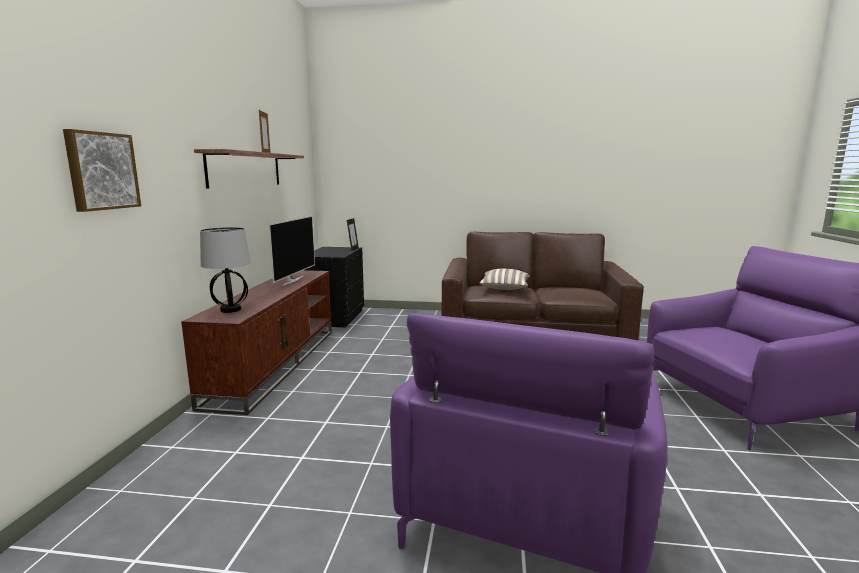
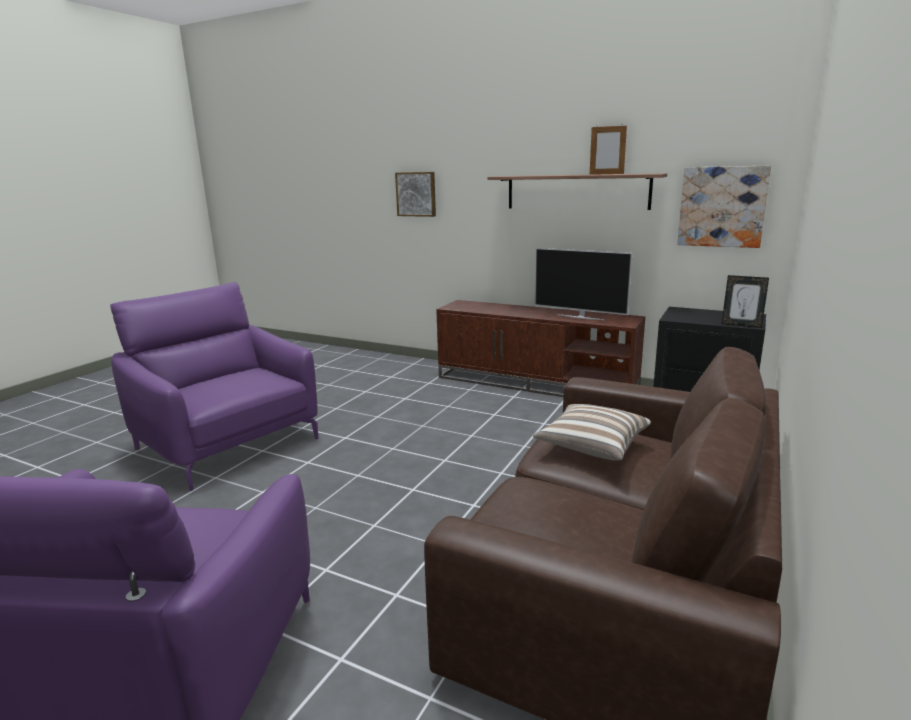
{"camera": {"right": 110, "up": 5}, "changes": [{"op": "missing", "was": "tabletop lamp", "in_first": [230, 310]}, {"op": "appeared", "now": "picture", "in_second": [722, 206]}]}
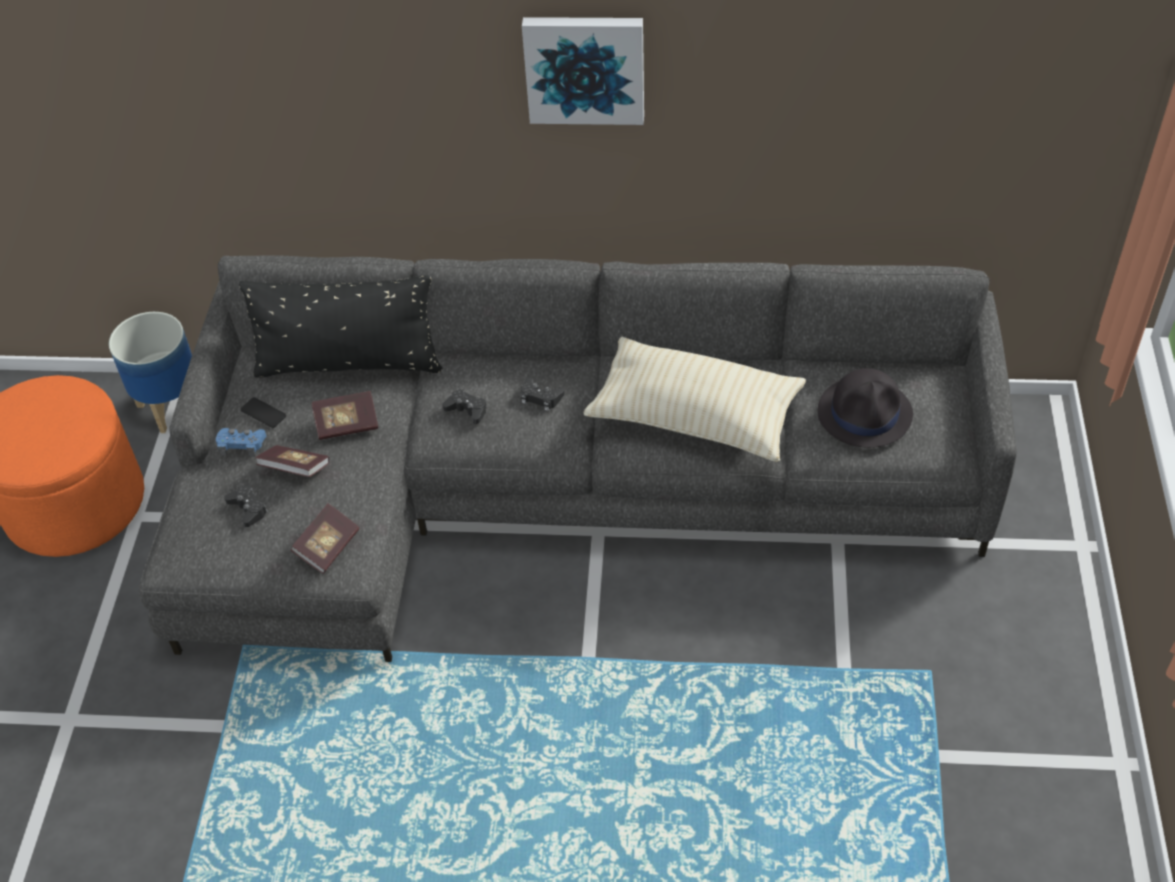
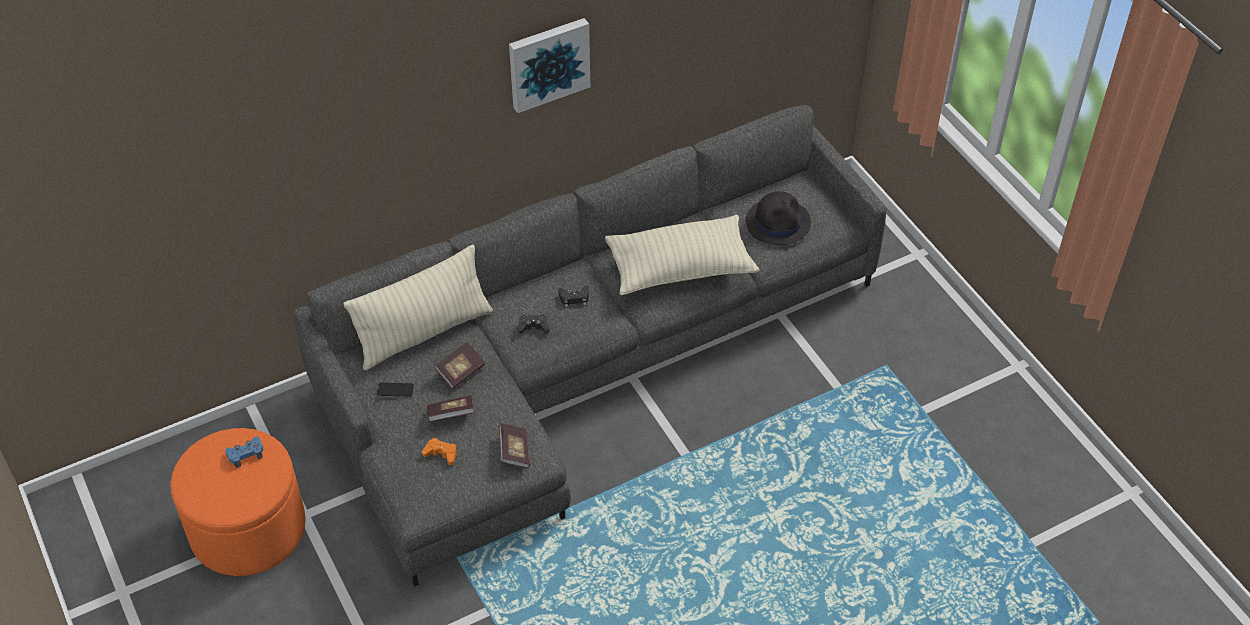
{"camera": {"right": -35, "up": 0}, "changes": [{"op": "missing", "was": "plant pot", "in_first": [172, 406]}, {"op": "relocated", "was": "blue joypad", "in_first": [242, 444], "in_second": [246, 454]}, {"op": "colour", "was": "black-coloured joypad", "now": "orange-coloured joypad", "in_first": [248, 509], "in_second": [441, 453]}, {"op": "colour", "was": "black-coloured throw pillow", "now": "sand-coloured throw pillow", "in_first": [349, 364], "in_second": [424, 333]}]}
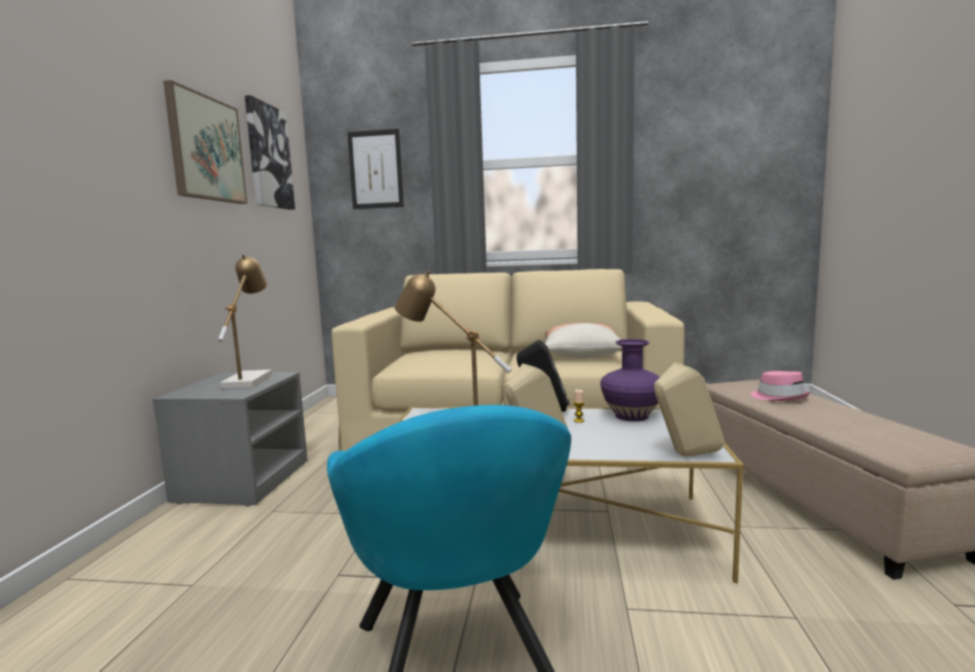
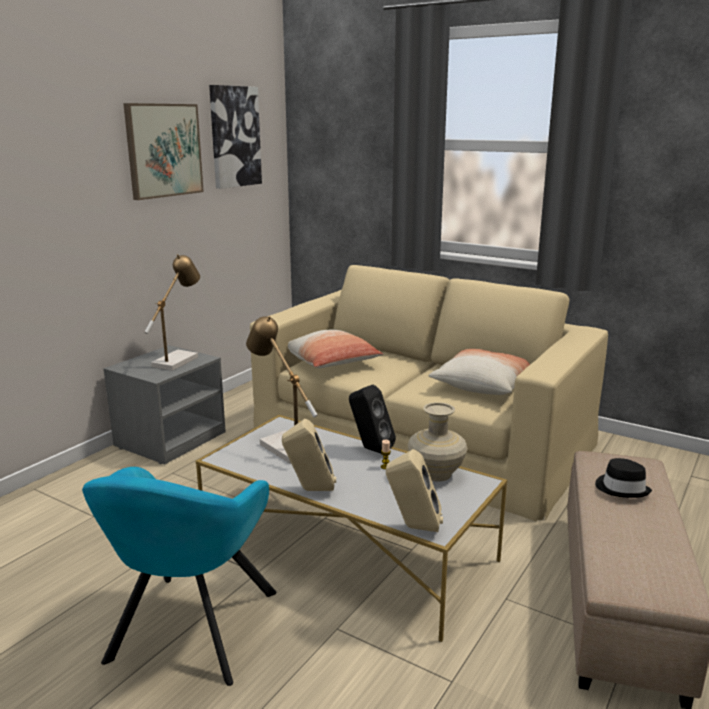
{"camera": {"right": 25, "up": 10}, "changes": [{"op": "missing", "was": "picture", "in_first": [375, 169]}, {"op": "colour", "was": "purple-coloured decorative vase", "now": "sand-coloured decorative vase", "in_first": [631, 415], "in_second": [436, 473]}, {"op": "colour", "was": "pink-coloured wearable hat", "now": "black-coloured wearable hat", "in_first": [779, 397], "in_second": [622, 488]}, {"op": "appeared", "now": "throw pillow", "in_second": [332, 363]}]}
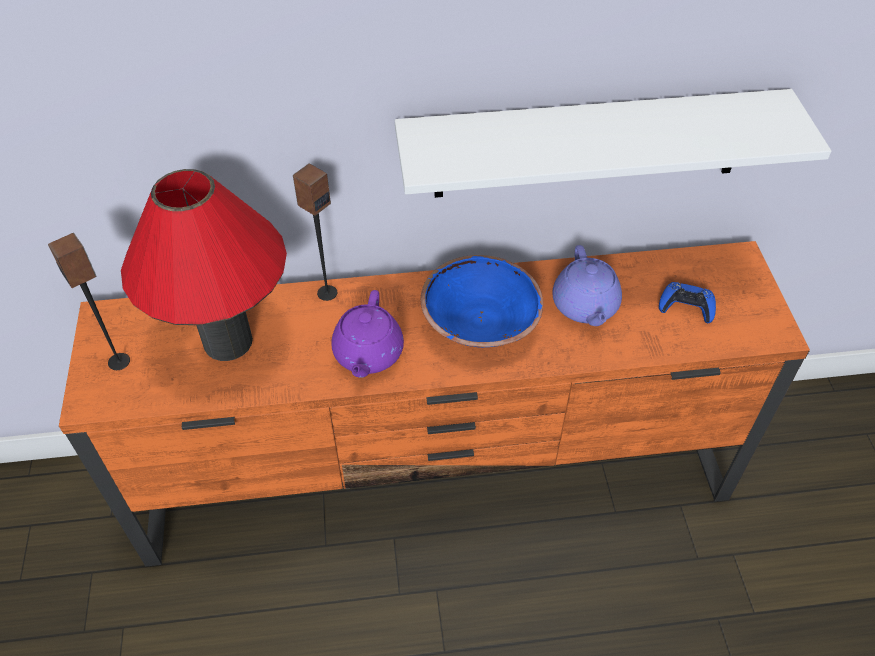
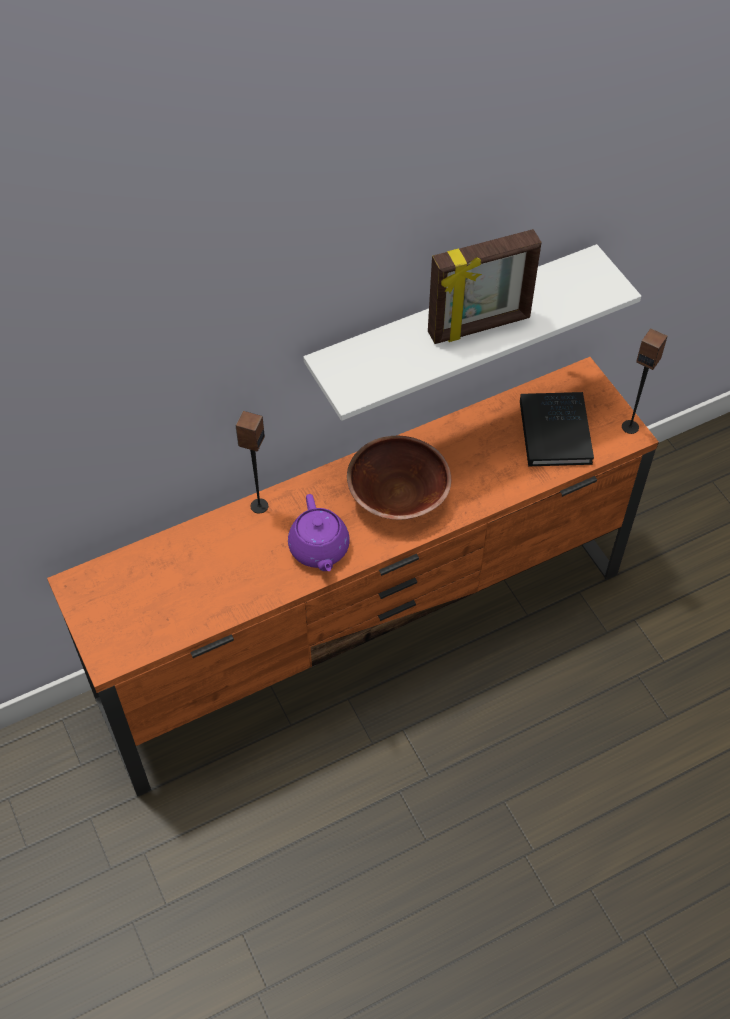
{"camera": {"right": -20, "up": 5}, "changes": [{"op": "relocated", "was": "speaker", "in_first": [119, 361], "in_second": [630, 426]}, {"op": "missing", "was": "red tabletop lamp", "in_first": [228, 341]}, {"op": "colour", "was": "blue serving bowl", "now": "brownish serving bowl", "in_first": [479, 323], "in_second": [397, 495]}, {"op": "missing", "was": "purple-coloured teapot", "in_first": [585, 306]}, {"op": "exchanged", "was": "blue joypad", "now": "black-coloured bound book", "in_first": [686, 306], "in_second": [555, 432]}, {"op": "appeared", "now": "picture frame", "in_second": [479, 327]}]}
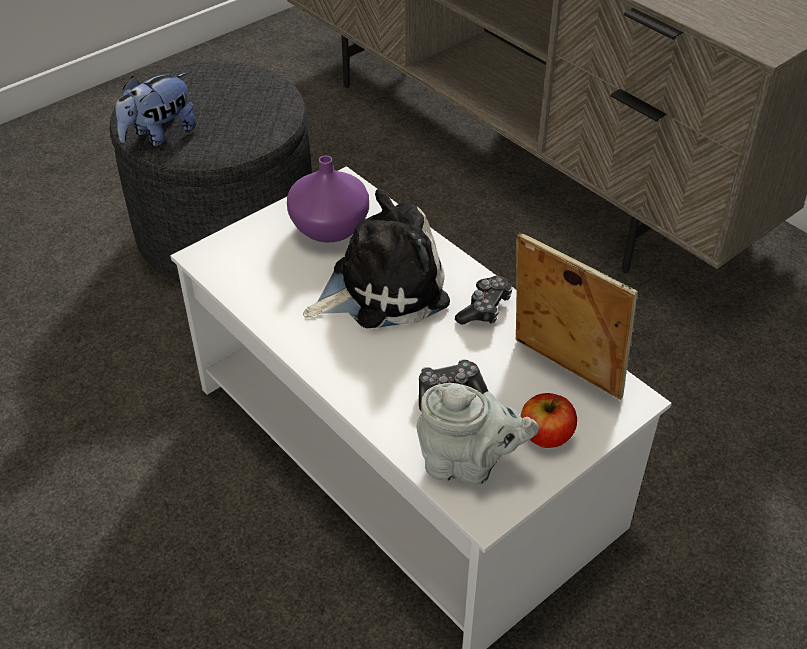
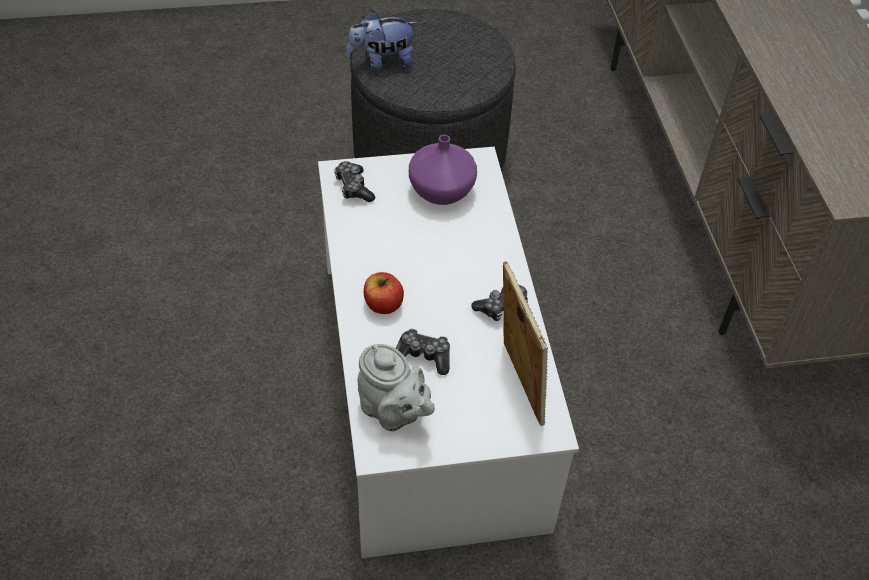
{"camera": {"right": 30, "up": 5}, "changes": [{"op": "missing", "was": "plush toy", "in_first": [381, 288]}, {"op": "relocated", "was": "apple fruit", "in_first": [546, 435], "in_second": [383, 304]}, {"op": "appeared", "now": "joypad", "in_second": [353, 187]}]}
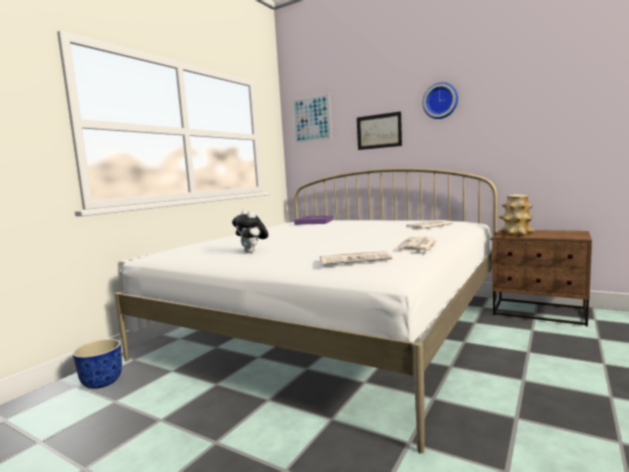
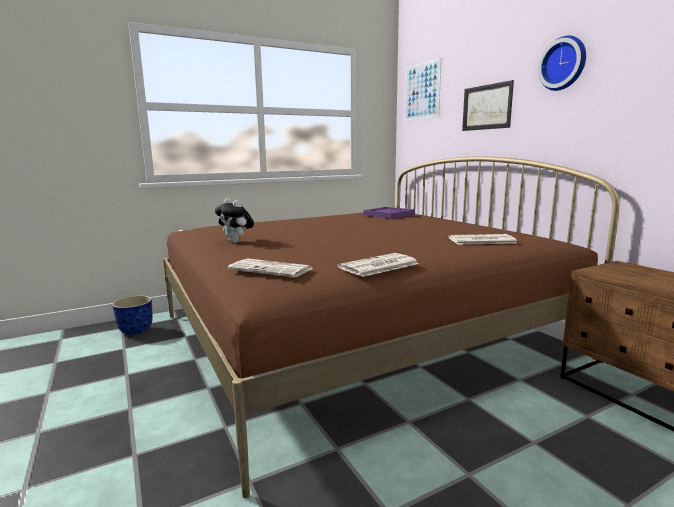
{"camera": {"right": 30, "up": 5}, "changes": [{"op": "colour", "was": "white sleeping bed", "now": "brownish sleeping bed", "in_first": [333, 326], "in_second": [357, 335]}, {"op": "spun", "was": "plush toy", "in_first": [252, 252], "in_second": [236, 242], "clockwise": -45}, {"op": "missing", "was": "decorative vase", "in_first": [516, 235]}]}
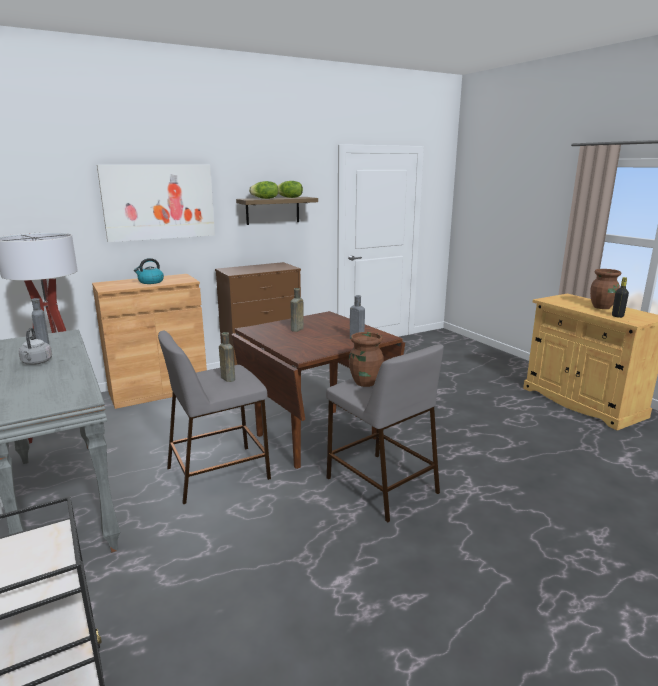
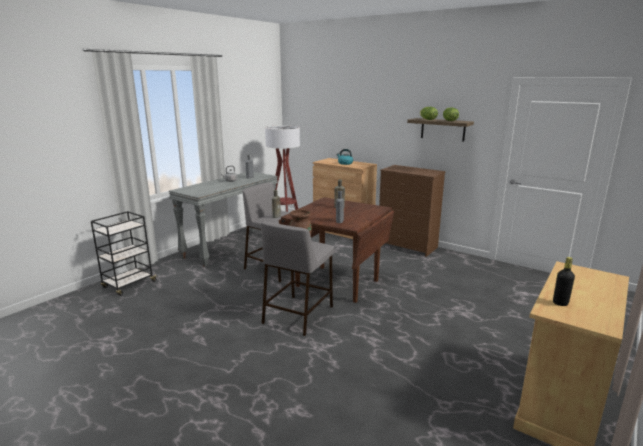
{"camera": {"right": 65, "up": 0}, "changes": [{"op": "missing", "was": "picture", "in_first": [159, 202]}, {"op": "missing", "was": "brownish decorative vase", "in_first": [602, 307]}]}
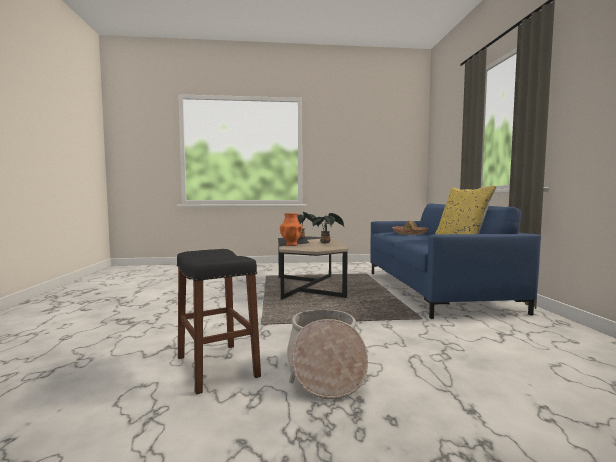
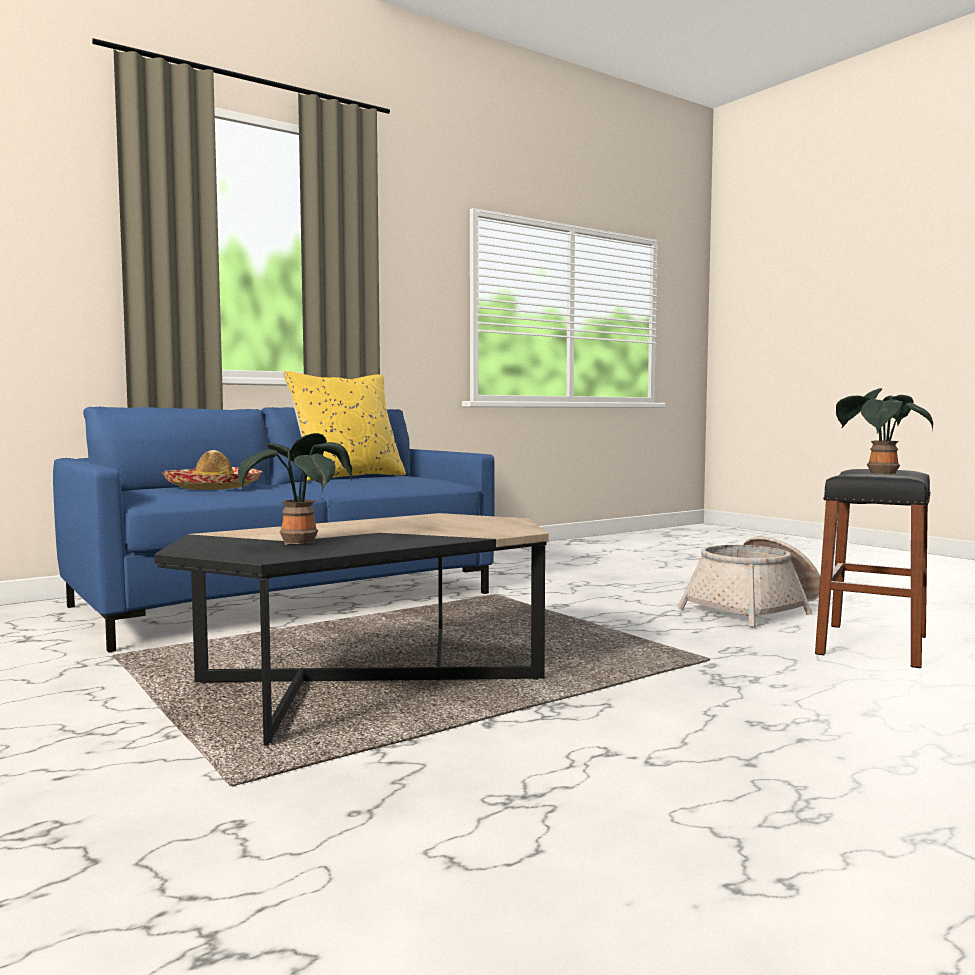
{"camera": {"right": -120, "up": 0}, "changes": [{"op": "missing", "was": "orange-coloured decorative vase", "in_first": [291, 245]}, {"op": "relocated", "was": "potted plant", "in_first": [326, 243], "in_second": [879, 474]}]}
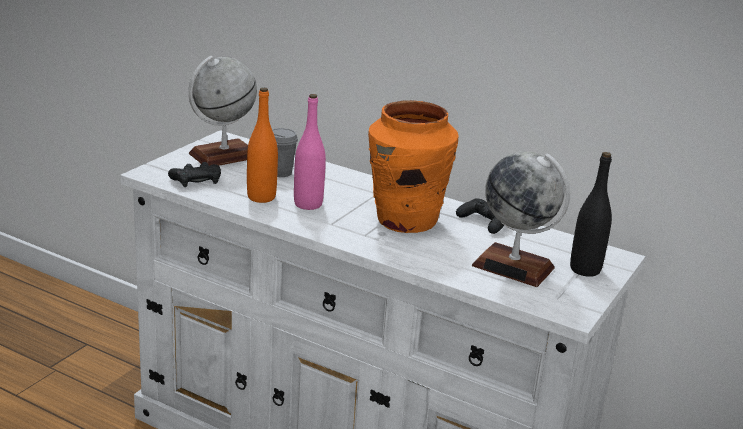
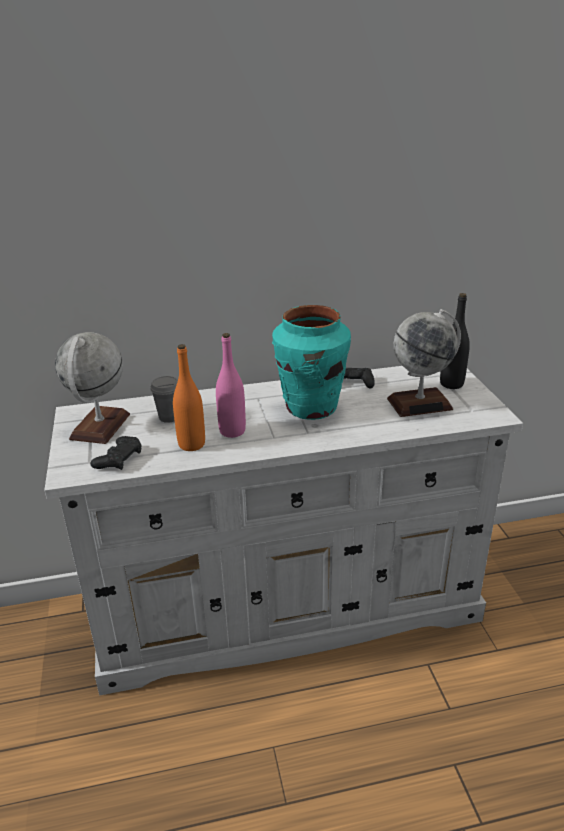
{"camera": {"right": -40, "up": 5}, "changes": [{"op": "colour", "was": "orange-coloured decorative vase", "now": "turquoise decorative vase", "in_first": [405, 221], "in_second": [311, 408]}]}
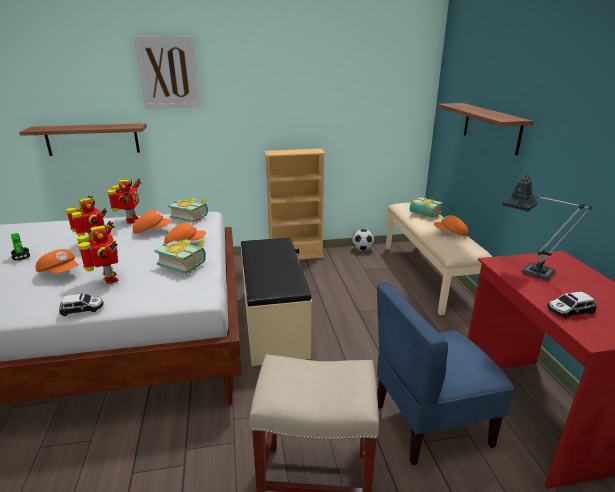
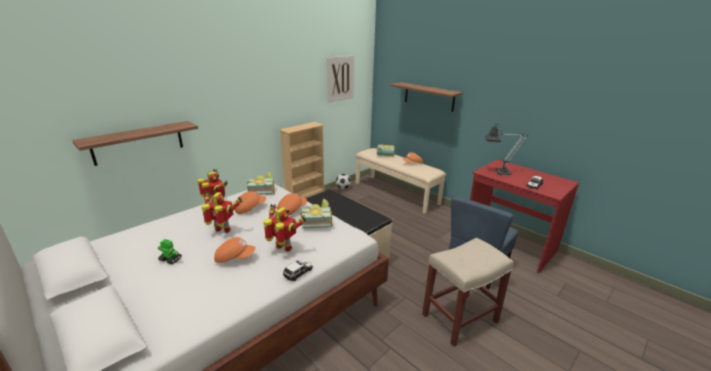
{"camera": {"right": -35, "up": 0}, "changes": [{"op": "relocated", "was": "picture", "in_first": [168, 73], "in_second": [340, 78]}]}
